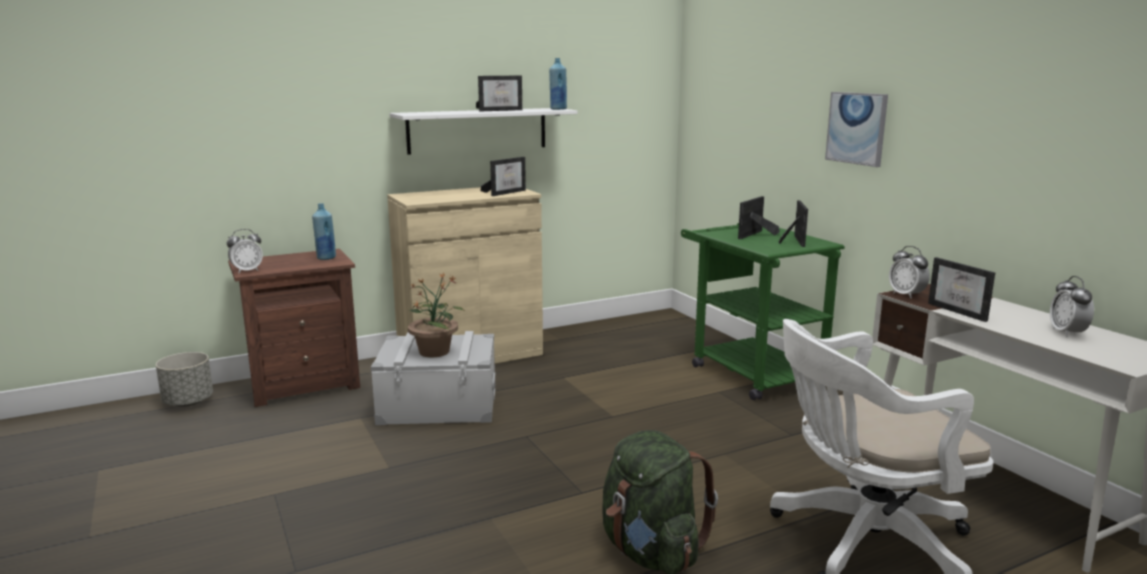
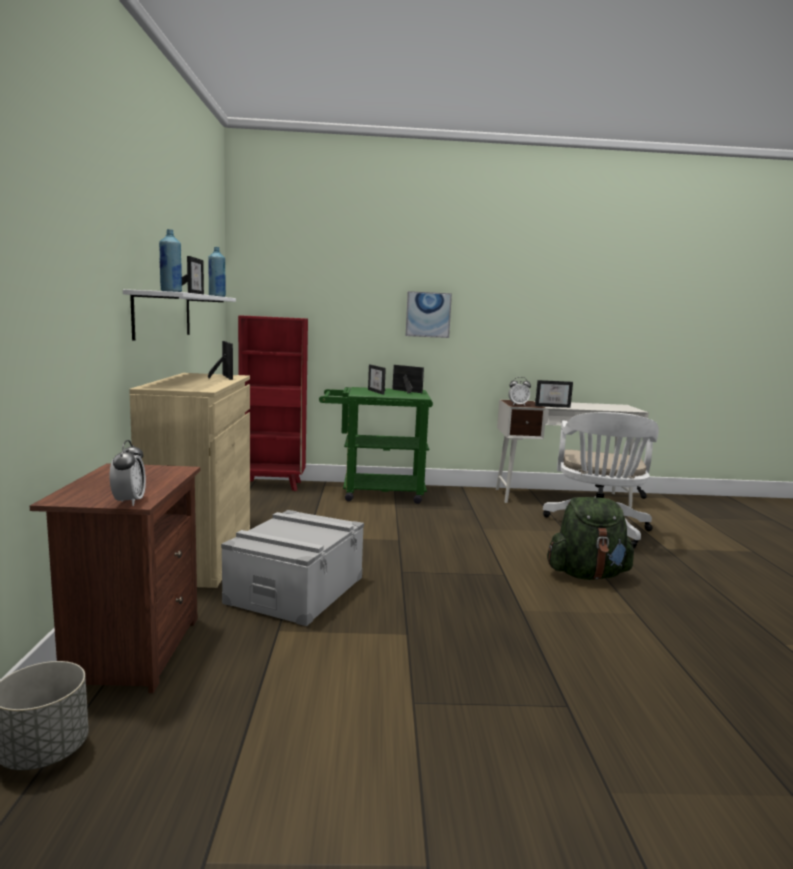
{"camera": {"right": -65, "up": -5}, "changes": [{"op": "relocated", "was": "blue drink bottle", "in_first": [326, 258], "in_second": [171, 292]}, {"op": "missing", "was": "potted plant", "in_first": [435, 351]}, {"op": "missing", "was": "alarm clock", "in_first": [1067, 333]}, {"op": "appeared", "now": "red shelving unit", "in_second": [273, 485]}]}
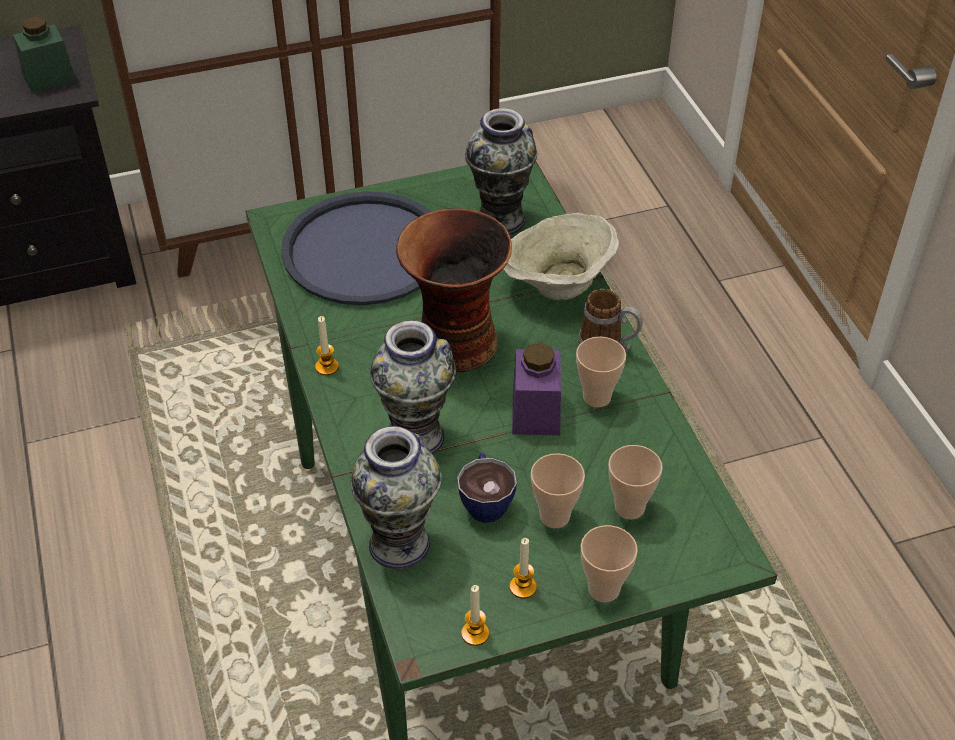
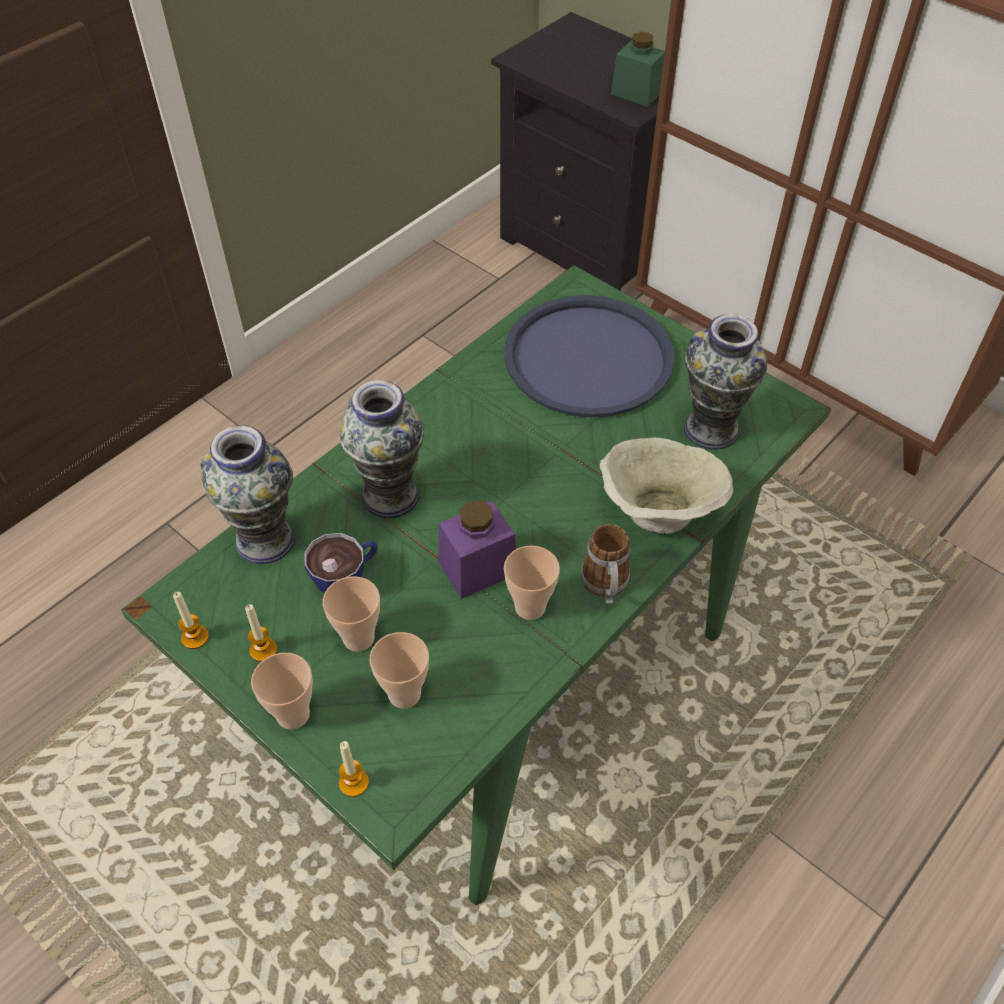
{"camera": {"right": 60, "up": 5}, "changes": [{"op": "relocated", "was": "wax candle", "in_first": [327, 367], "in_second": [353, 782]}, {"op": "missing", "was": "decorative vase", "in_first": [454, 345]}]}
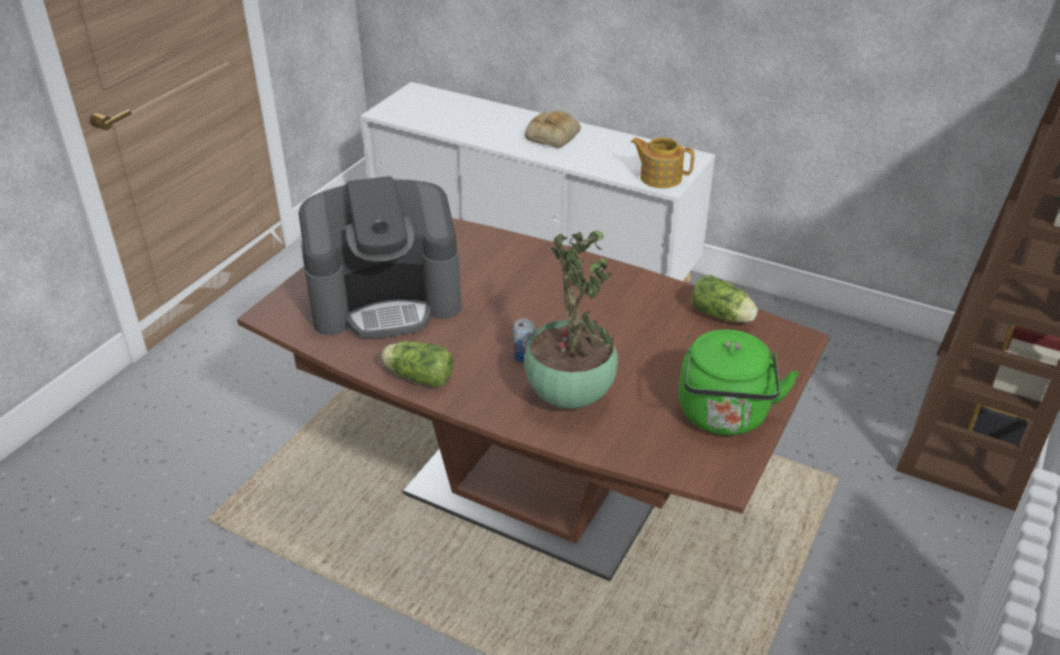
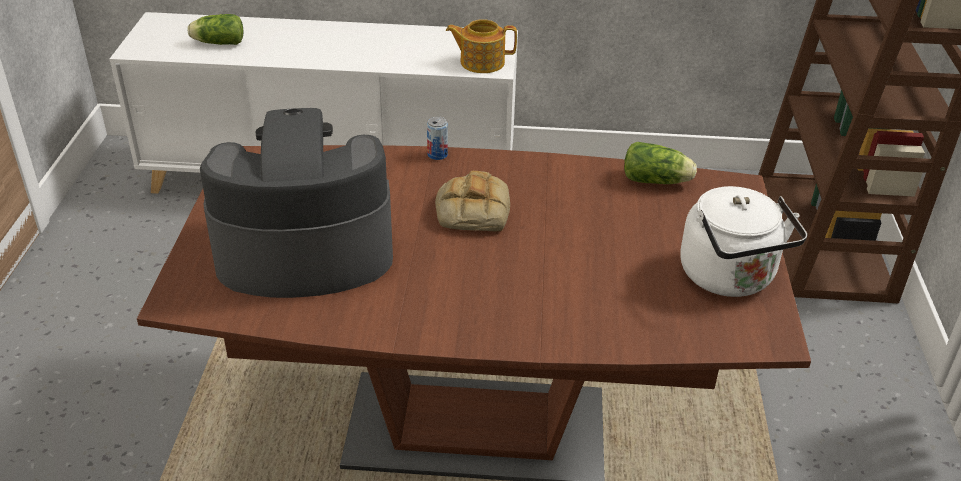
{"camera": {"right": -25, "up": 0}, "changes": [{"op": "spun", "was": "coffee machine", "in_first": [386, 299], "in_second": [303, 250], "clockwise": -150}, {"op": "relocated", "was": "lettuce head", "in_first": [417, 376], "in_second": [217, 43]}, {"op": "relocated", "was": "metal can", "in_first": [524, 356], "in_second": [437, 155]}, {"op": "missing", "was": "potted plant", "in_first": [568, 395]}, {"op": "relocated", "was": "baked bread", "in_first": [552, 135], "in_second": [472, 210]}, {"op": "colour", "was": "green kettle", "now": "white kettle", "in_first": [724, 417], "in_second": [730, 278]}]}
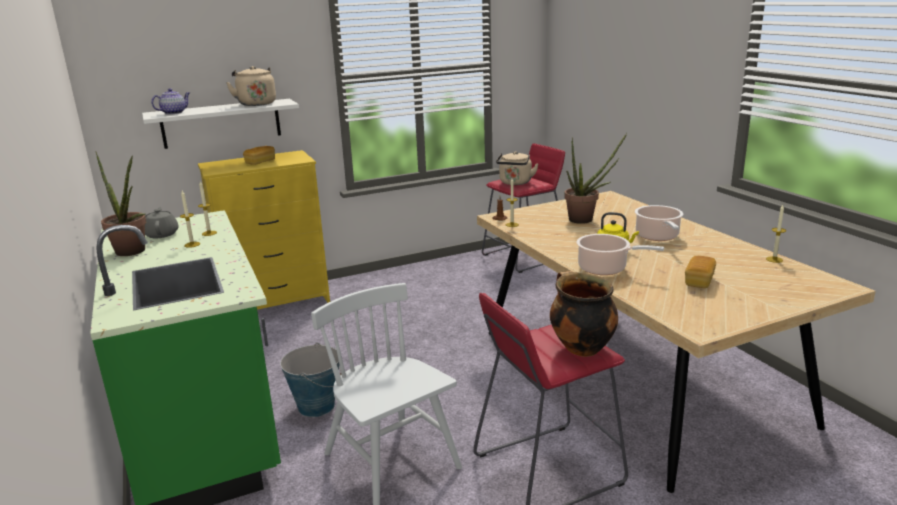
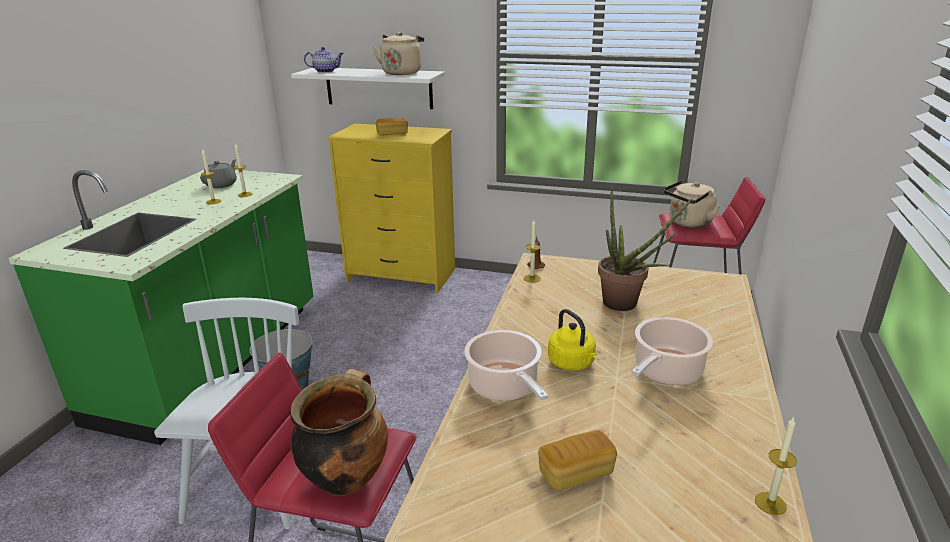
{"camera": {"right": 40, "up": 5}, "changes": [{"op": "missing", "was": "potted plant", "in_first": [133, 252]}]}
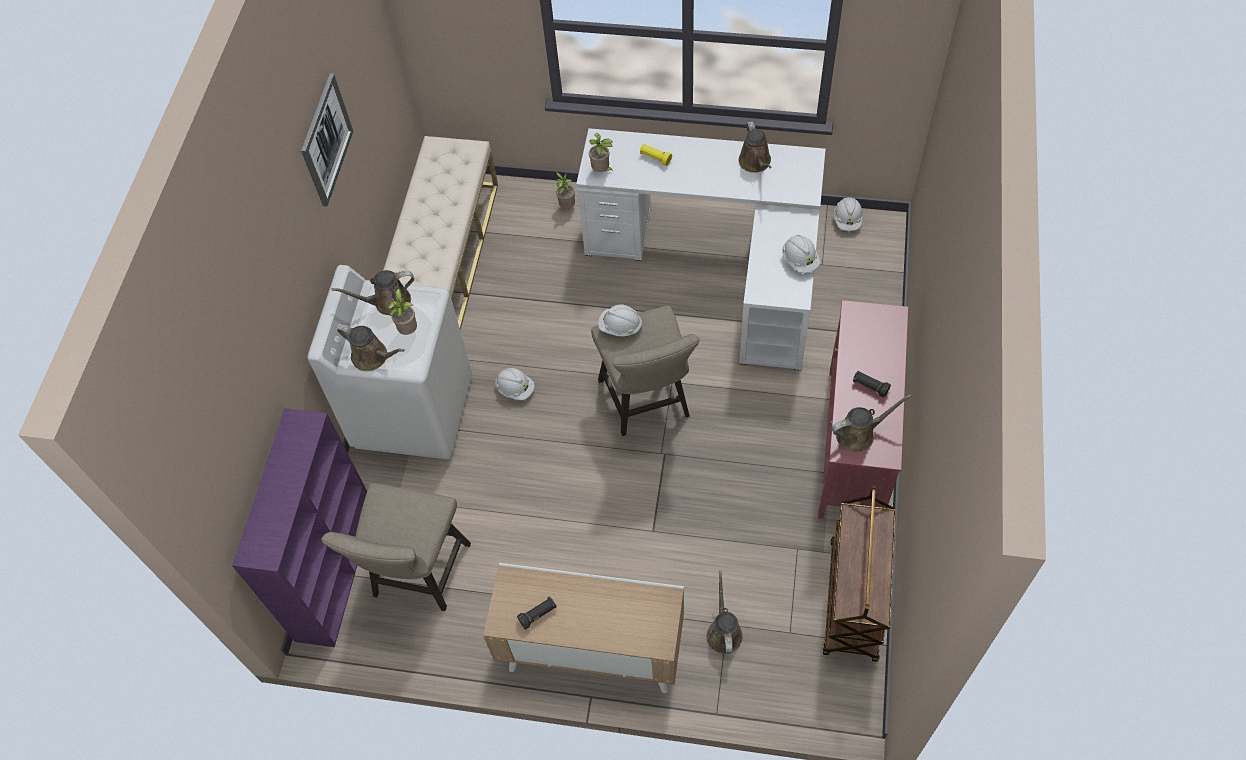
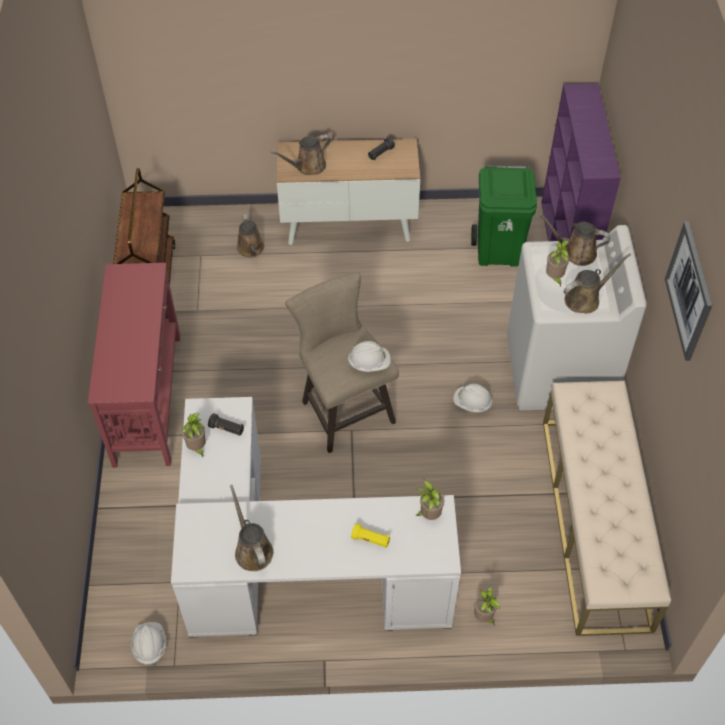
{"camera": {"right": 165, "up": -5}, "changes": [{"op": "exchanged", "was": "sand-coloured stool seat", "now": "green waste bin", "in_first": [418, 576], "in_second": [498, 252]}, {"op": "exchanged", "was": "white safety helmet", "now": "potted plant", "in_first": [800, 260], "in_second": [197, 448]}, {"op": "relocated", "was": "brownish sprinkling can", "in_first": [859, 434], "in_second": [308, 166]}, {"op": "relocated", "was": "black-coloured torch", "in_first": [870, 386], "in_second": [227, 429]}]}
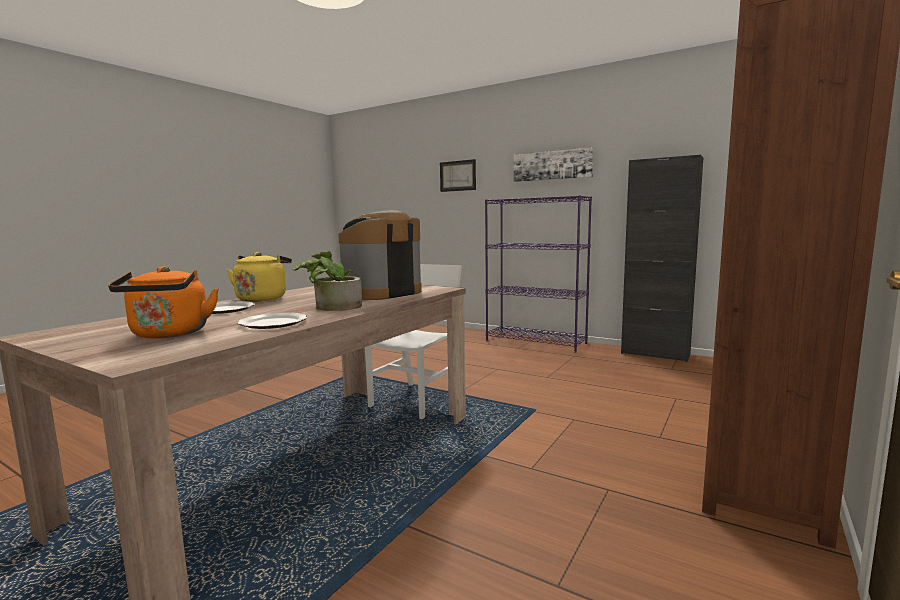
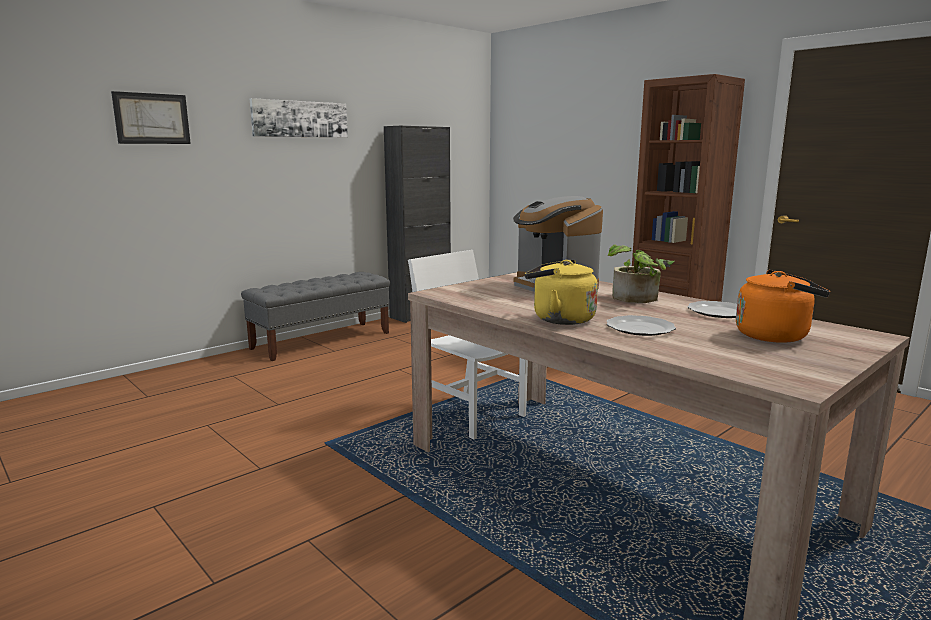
{"camera": {"right": -75, "up": 5}, "changes": [{"op": "exchanged", "was": "purple-coloured shelving unit", "now": "gray indoor bench", "in_first": [536, 342], "in_second": [322, 340]}]}
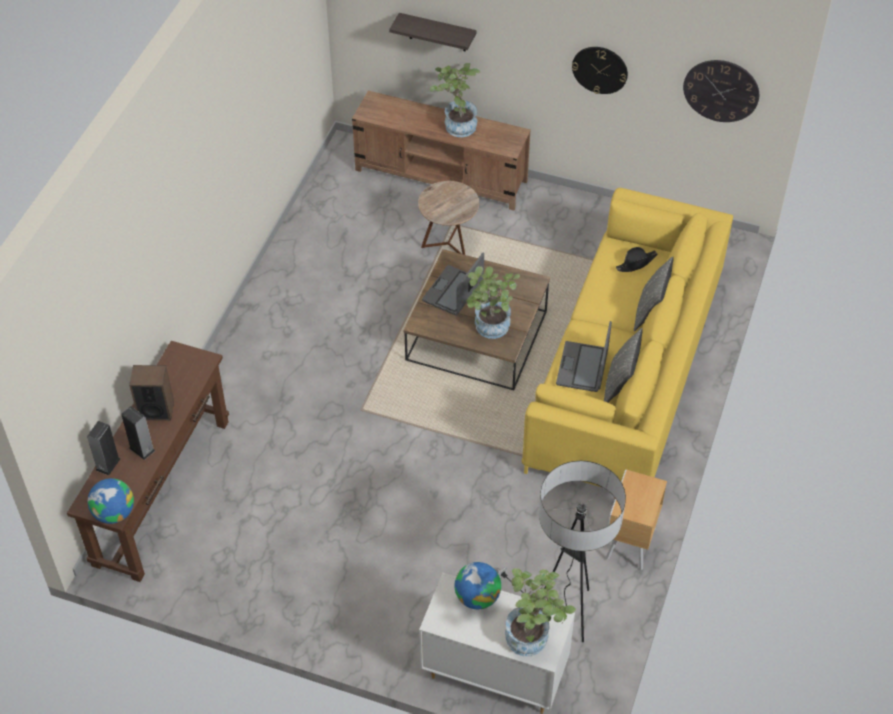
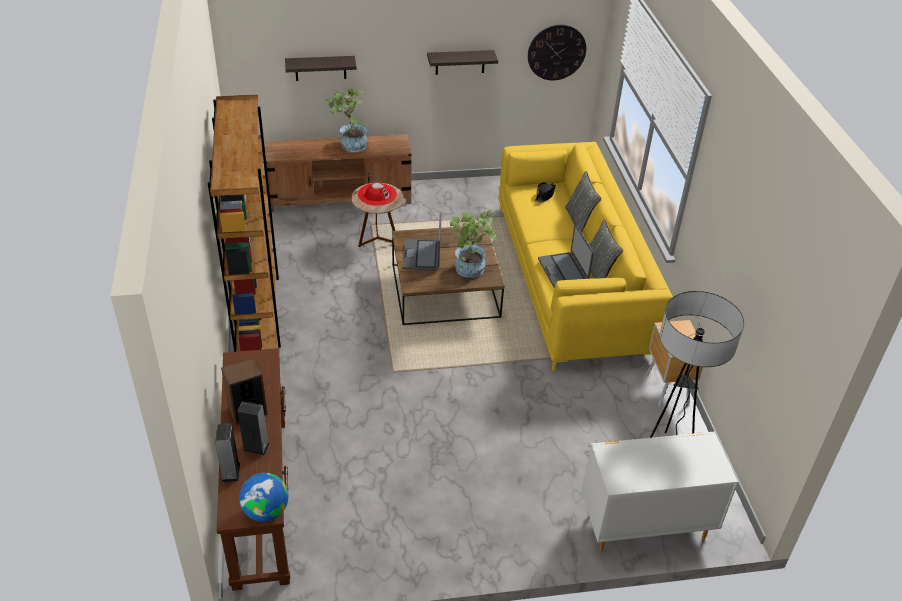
{"camera": {"right": -30, "up": -10}, "changes": [{"op": "missing", "was": "world globe", "in_first": [477, 597]}, {"op": "missing", "was": "potted plant", "in_first": [533, 638]}, {"op": "exchanged", "was": "clock on the wall", "now": "wall shelf", "in_first": [600, 69], "in_second": [460, 62]}, {"op": "appeared", "now": "brownish shelving unit", "in_second": [257, 313]}, {"op": "appeared", "now": "red wearable hat", "in_second": [377, 194]}]}
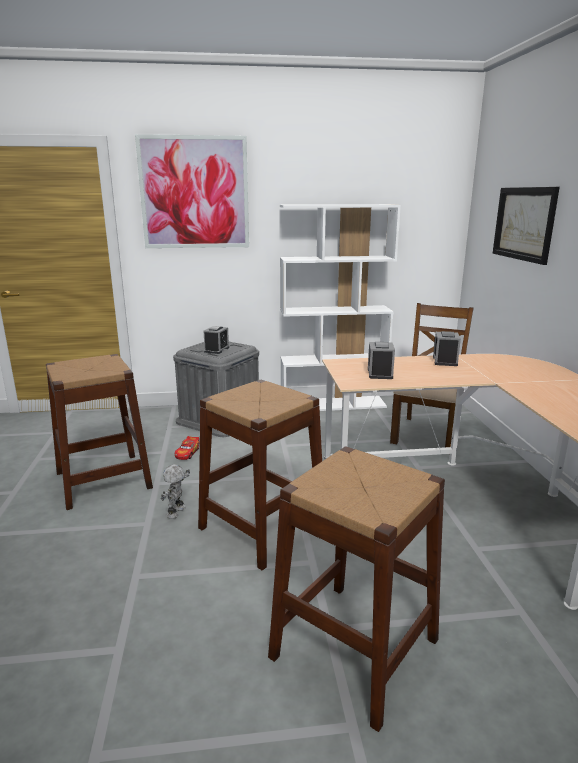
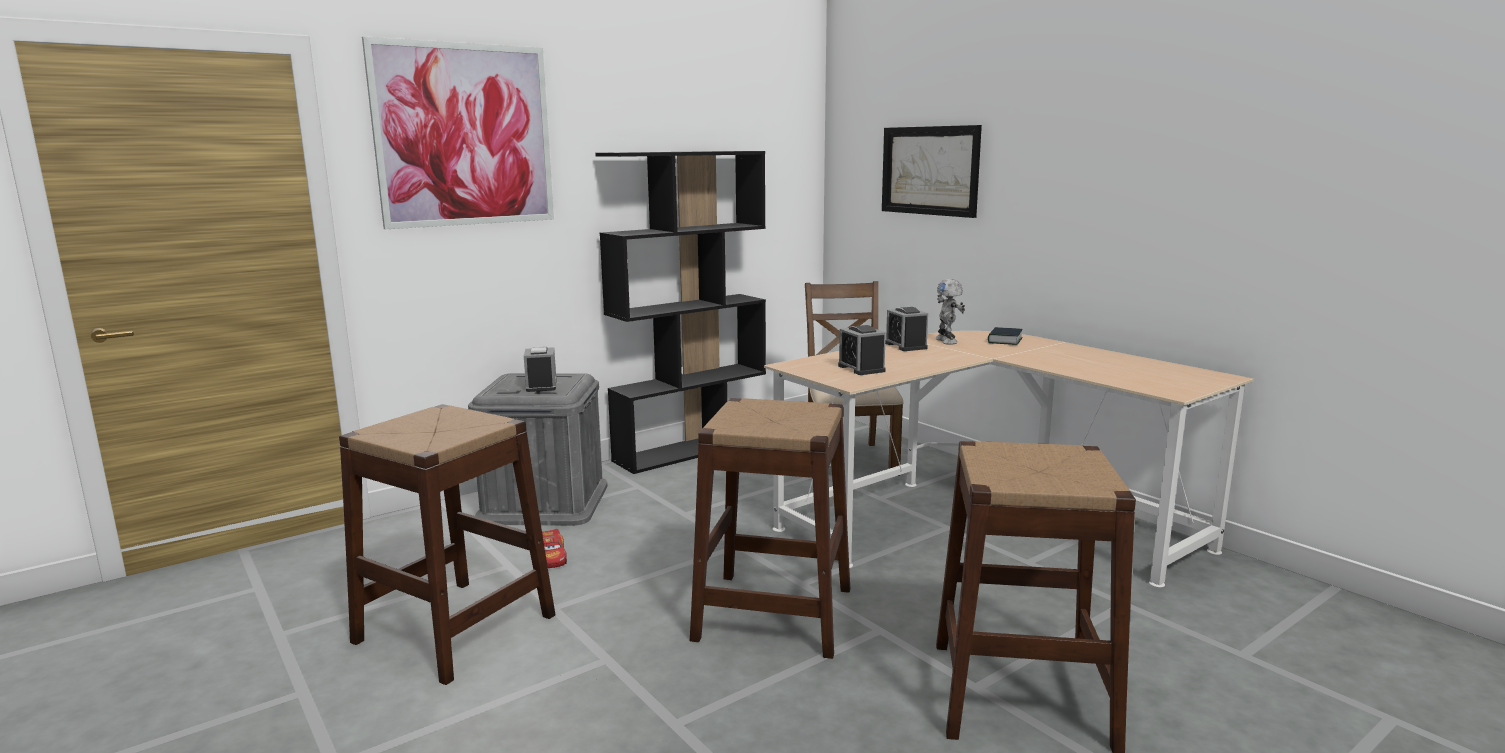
{"camera": {"right": -30, "up": -5}, "changes": [{"op": "relocated", "was": "model robot", "in_first": [177, 512], "in_second": [947, 341]}, {"op": "colour", "was": "white shelving unit", "now": "black-coloured shelving unit", "in_first": [333, 404], "in_second": [691, 450]}, {"op": "appeared", "now": "bound book", "in_second": [1004, 340]}]}
